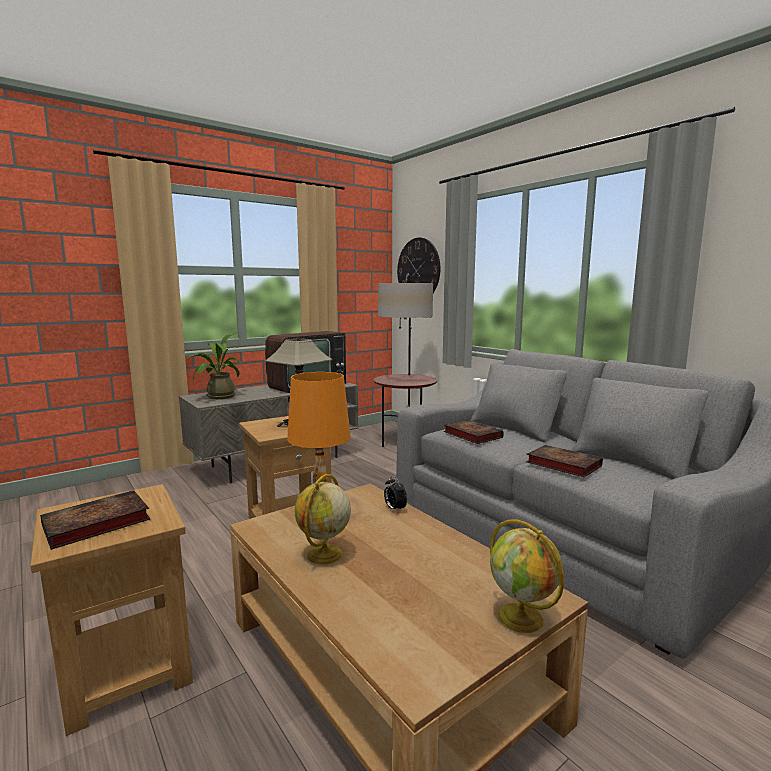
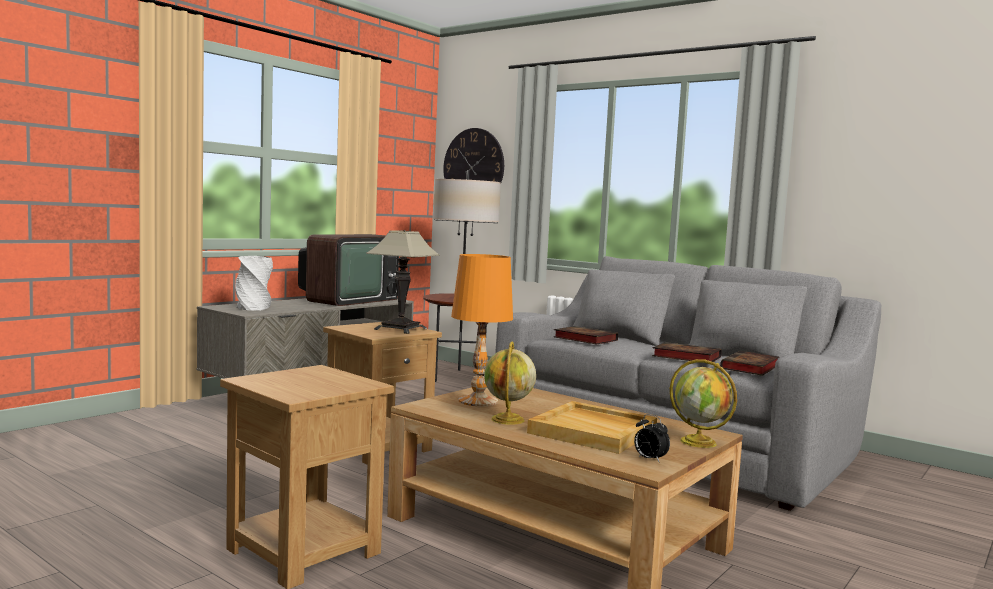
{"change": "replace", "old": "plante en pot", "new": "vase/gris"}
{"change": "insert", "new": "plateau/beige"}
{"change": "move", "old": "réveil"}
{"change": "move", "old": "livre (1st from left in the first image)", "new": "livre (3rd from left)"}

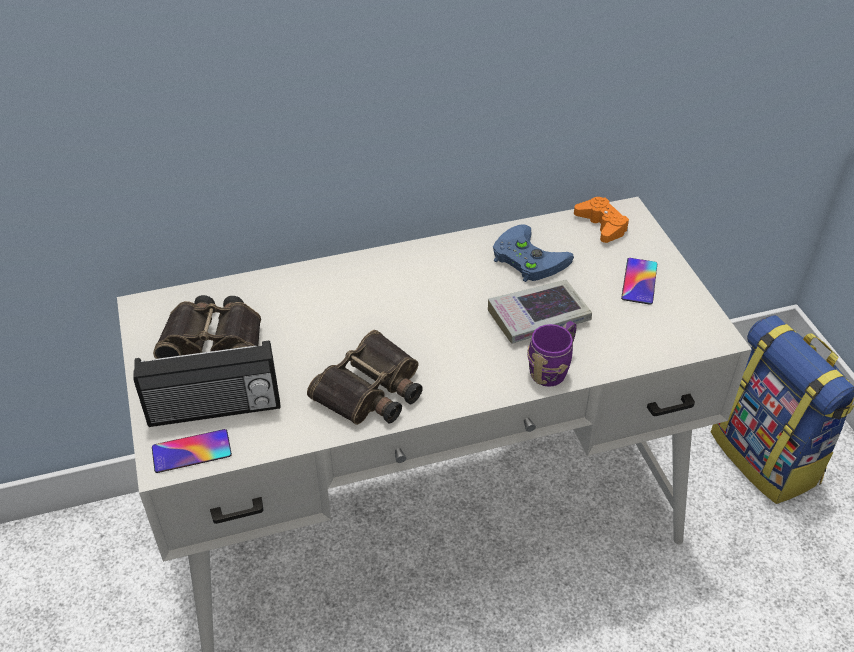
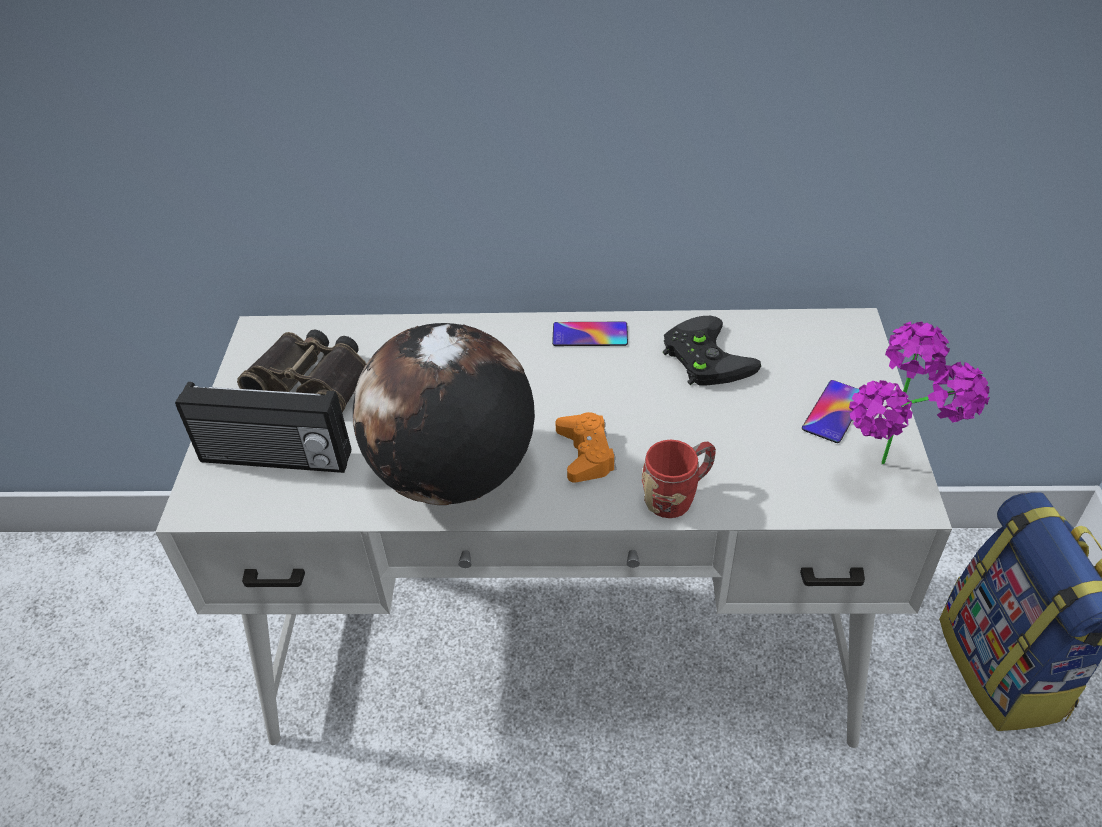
{"change": "replace", "old": "jumelles (2nd from left)", "new": "globe"}
{"change": "move", "old": "téléphone (1st from left)"}
{"change": "move", "old": "manette/orange"}
{"change": "recolor", "old": "mug/violet", "new": "mug/rouge"}
{"change": "recolor", "old": "manette/bleu", "new": "manette/noir"}
{"change": "insert", "new": "plante en pot"}
{"change": "delete", "old": "livre"}

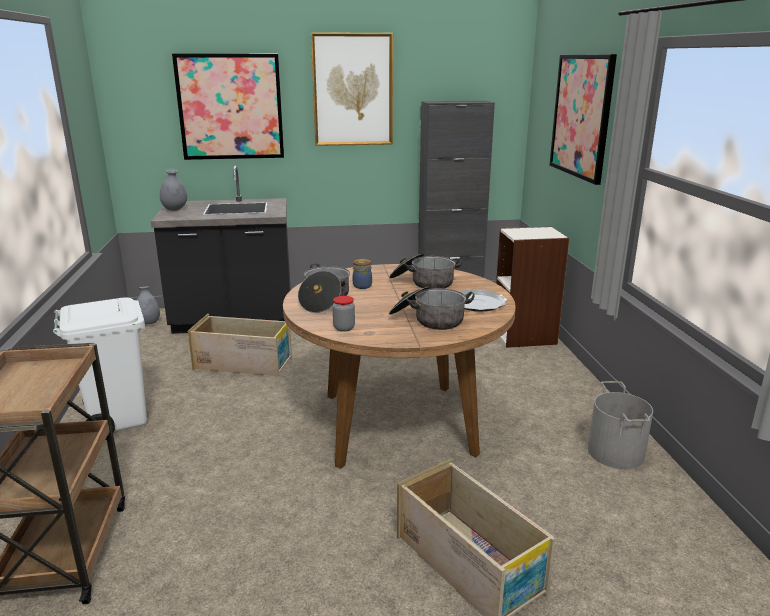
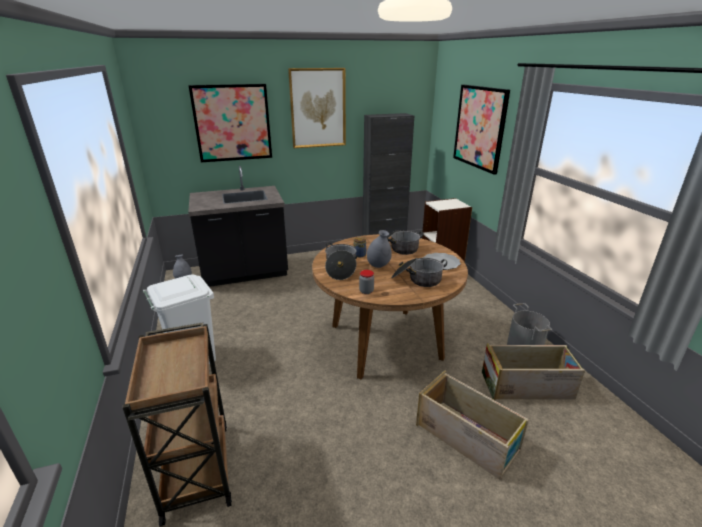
{"change": "move", "old": "vase/gris (2nd from left)"}
{"change": "move", "old": "caisse (1st from left in the first image)", "new": "caisse (2nd from left)"}

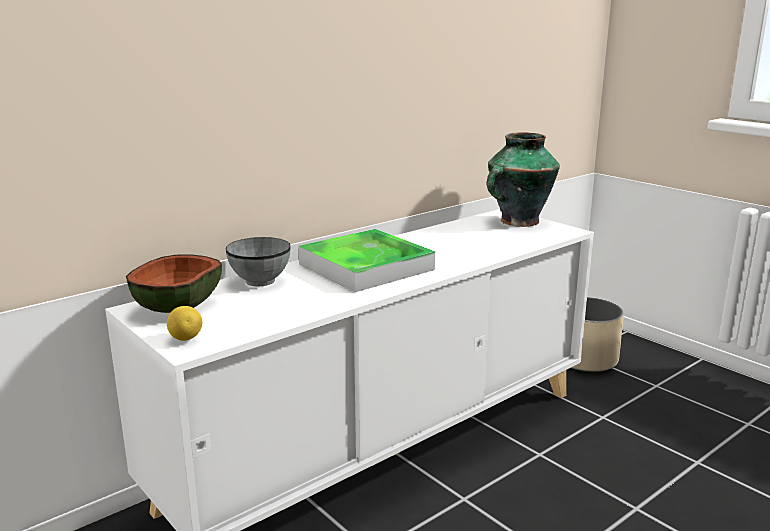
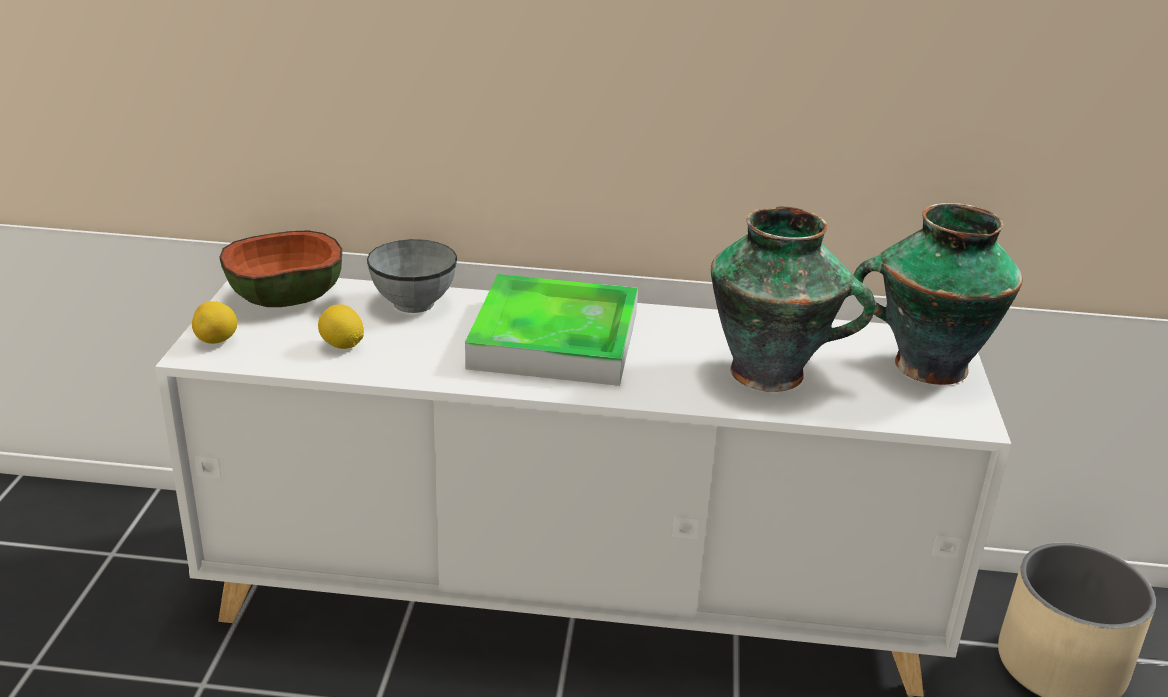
{"change": "insert", "new": "citron (2nd from left)"}
{"change": "insert", "new": "vase (1st from left)"}

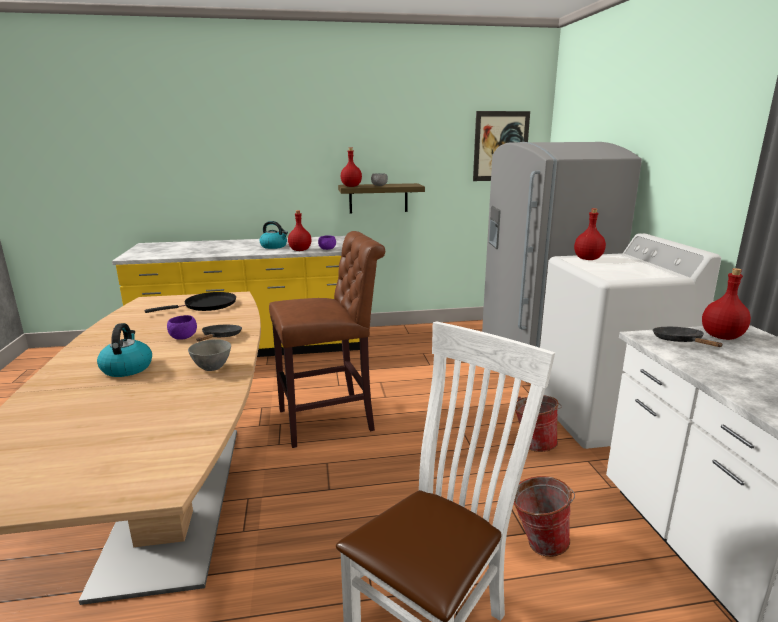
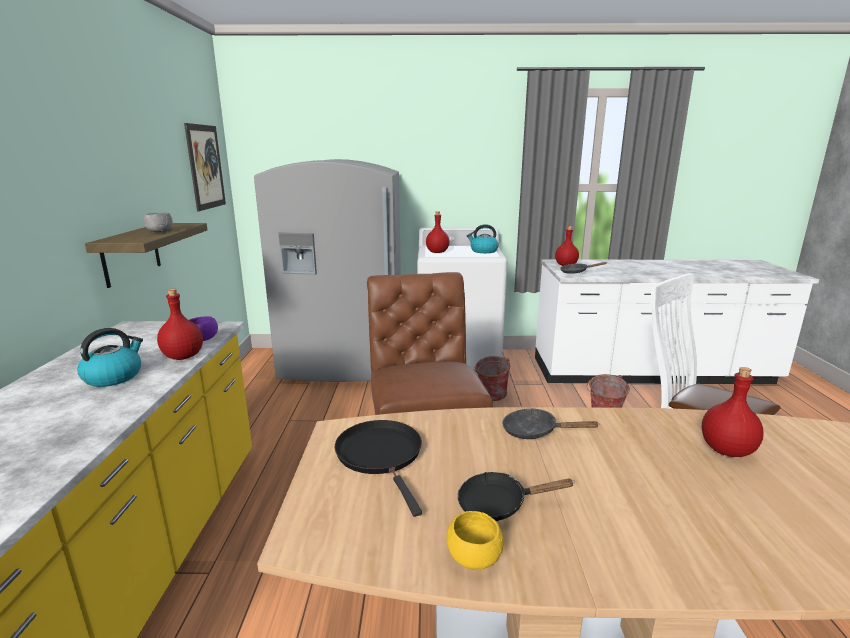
{"change": "insert", "new": "bol/jaune"}
{"change": "insert", "new": "poêle/noir (2nd from left)"}
{"change": "move", "old": "bouilloire (1st from left in the first image)", "new": "bouilloire (2nd from left)"}
{"change": "move", "old": "bouteille/rouge (2nd from left in the first image)", "new": "bouteille/rouge (4th from left)"}
{"change": "delete", "old": "bol/violet (1st from left)"}
{"change": "delete", "old": "bol/gris (1st from left)"}

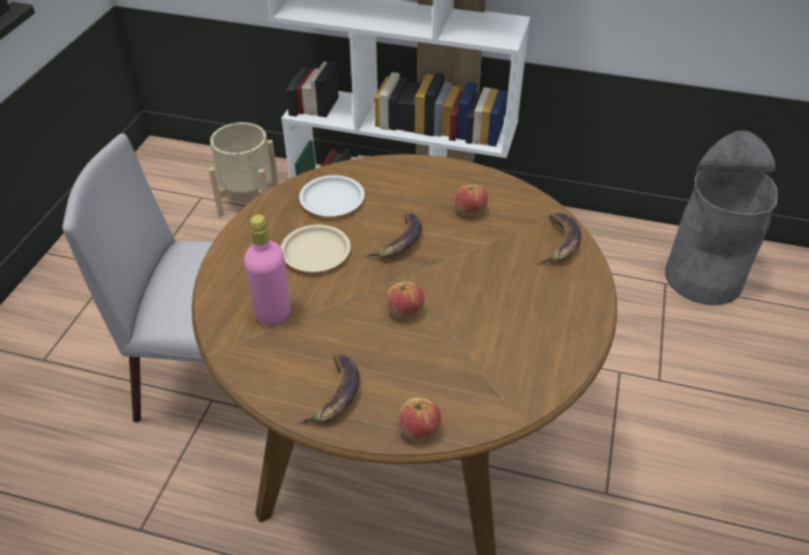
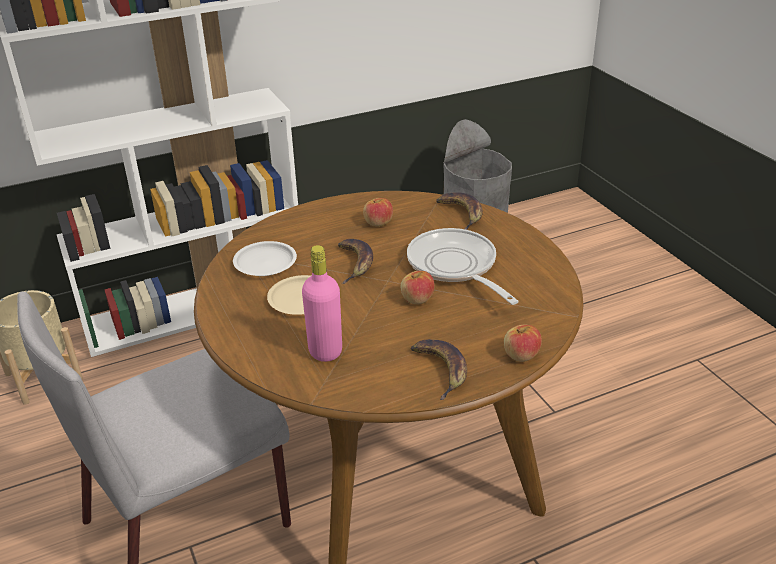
{"change": "insert", "new": "poêle"}

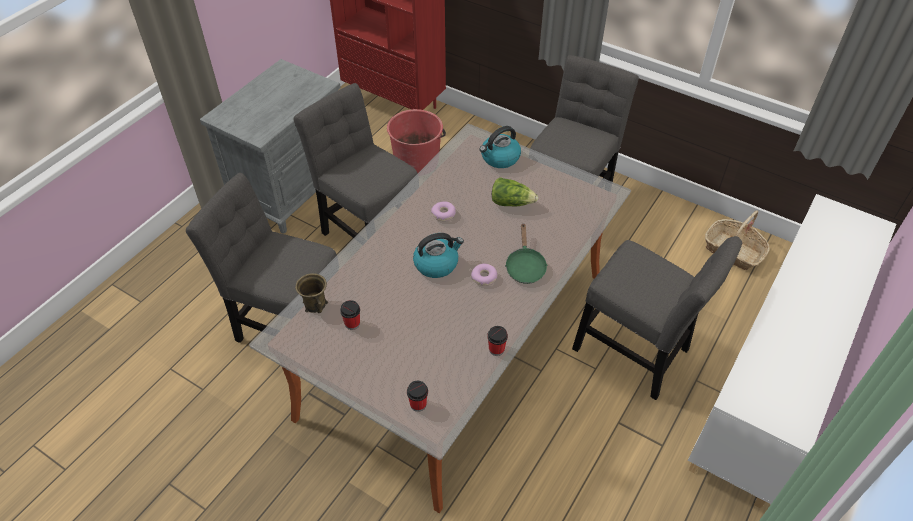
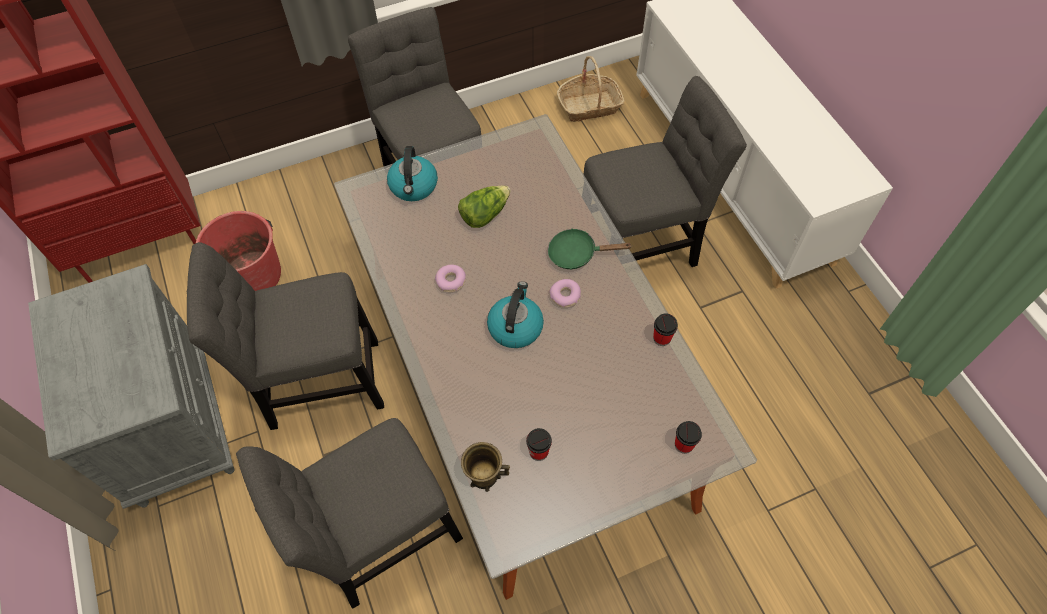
{"change": "rotate", "old": "poêle/vert", "degrees": 150}

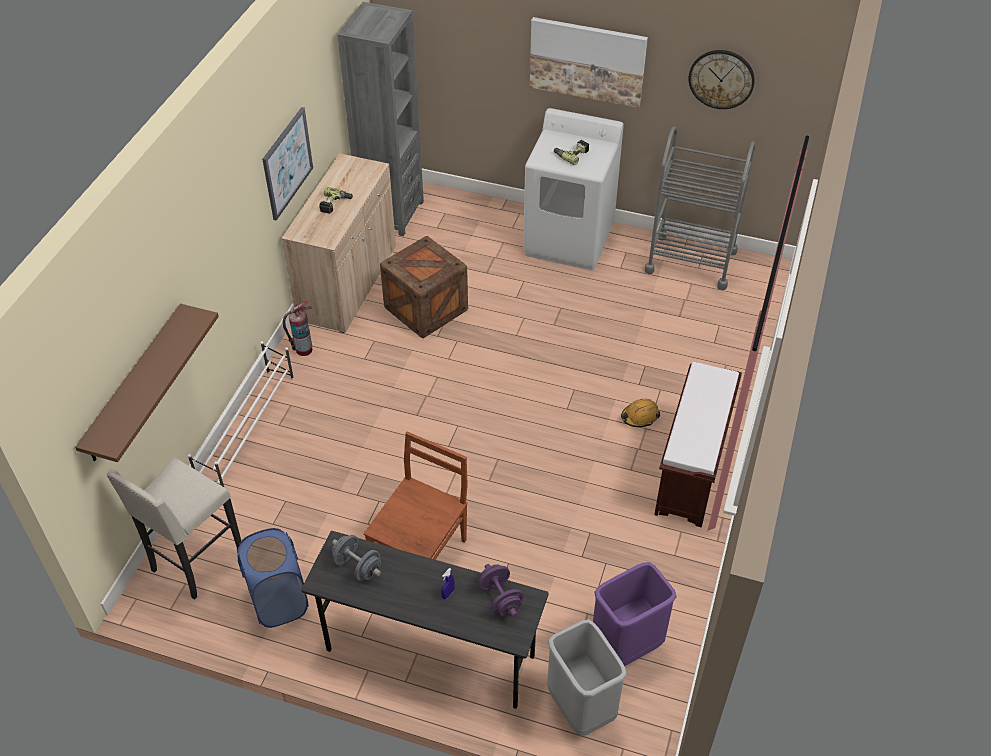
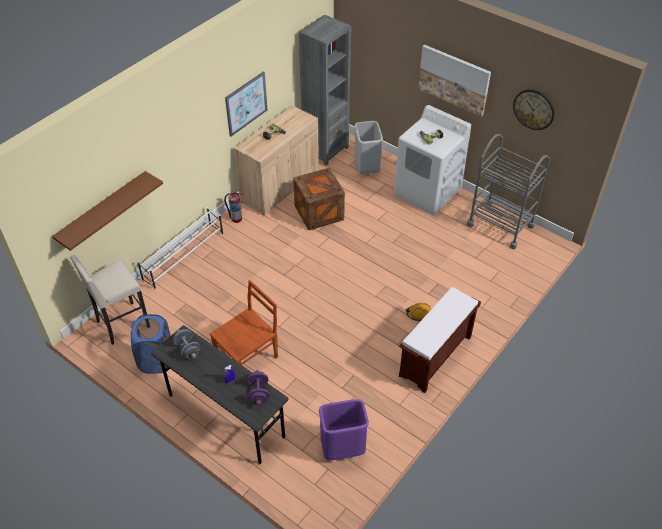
{"change": "move", "old": "poubelle/gris"}

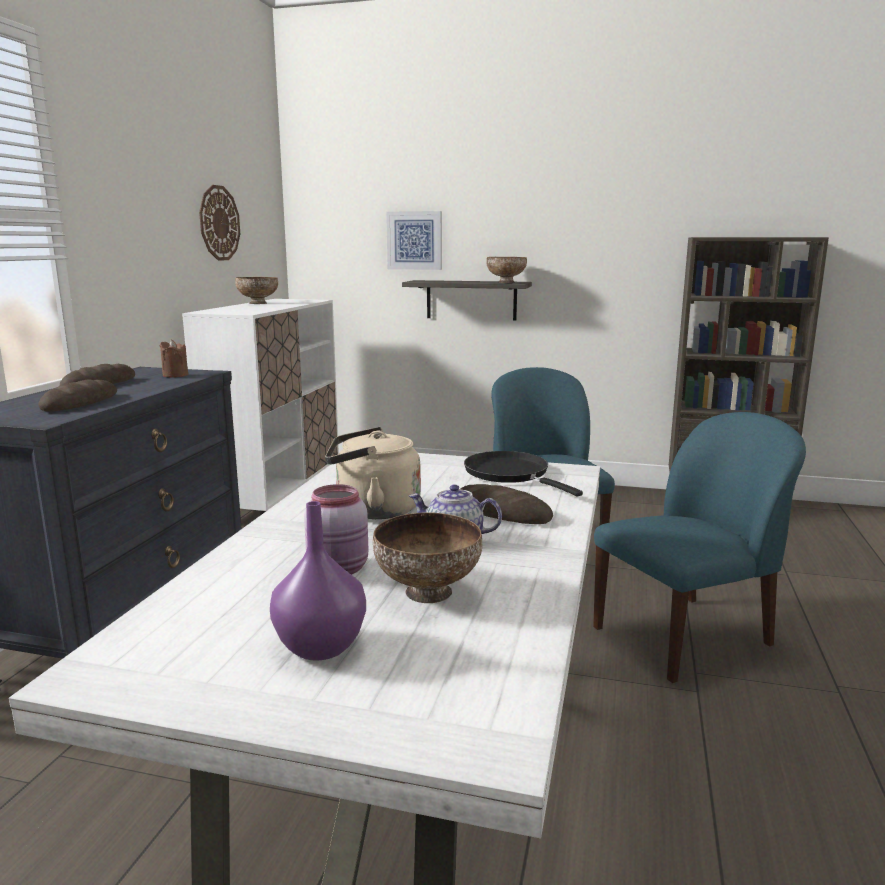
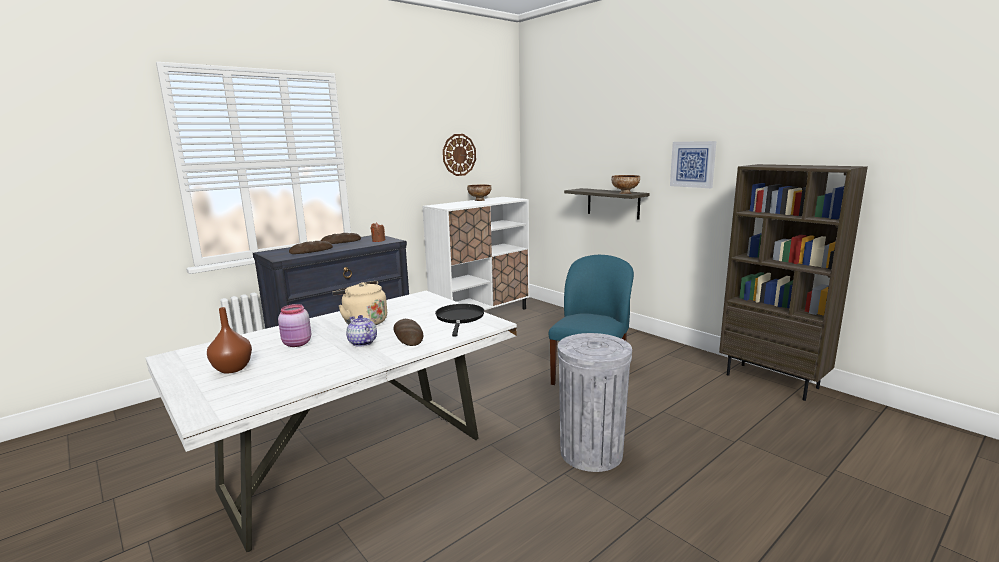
{"change": "recolor", "old": "vase/violet", "new": "vase/marron"}
{"change": "replace", "old": "chaise/bleu (2nd from left)", "new": "poubelle/gris"}
{"change": "move", "old": "tableau"}
{"change": "delete", "old": "bol (2nd from left)"}

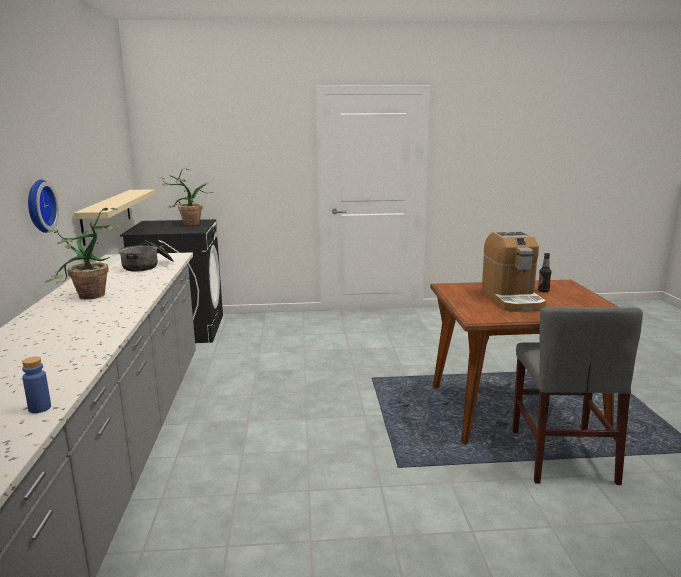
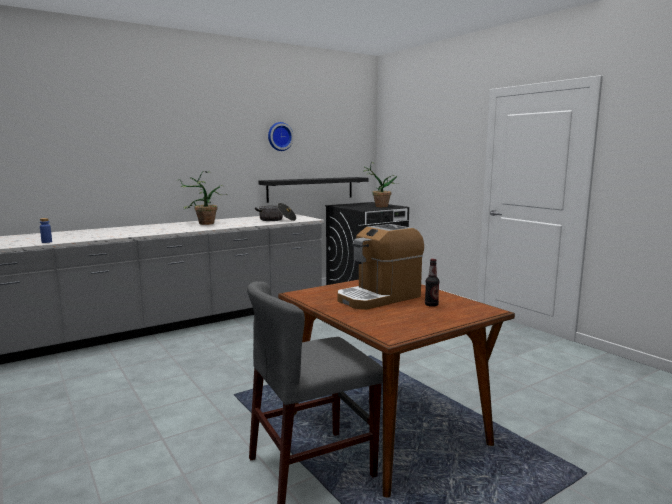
{"change": "recolor", "old": "étagère/beige", "new": "étagère/noir"}
{"change": "move", "old": "horloge murale"}

